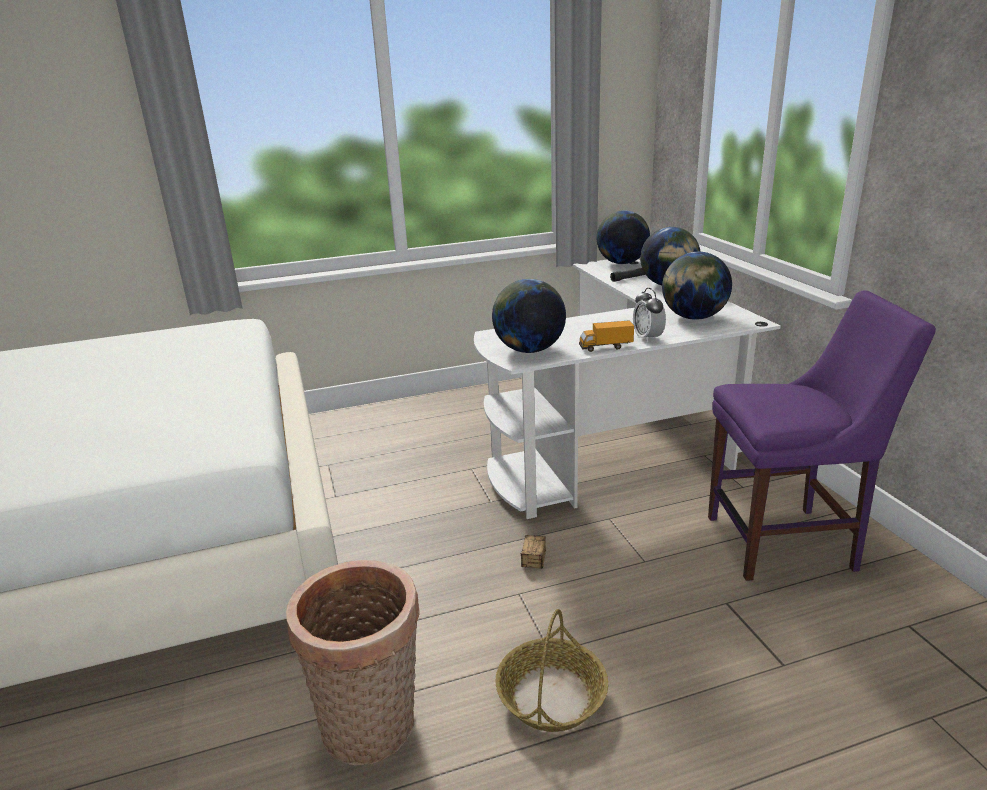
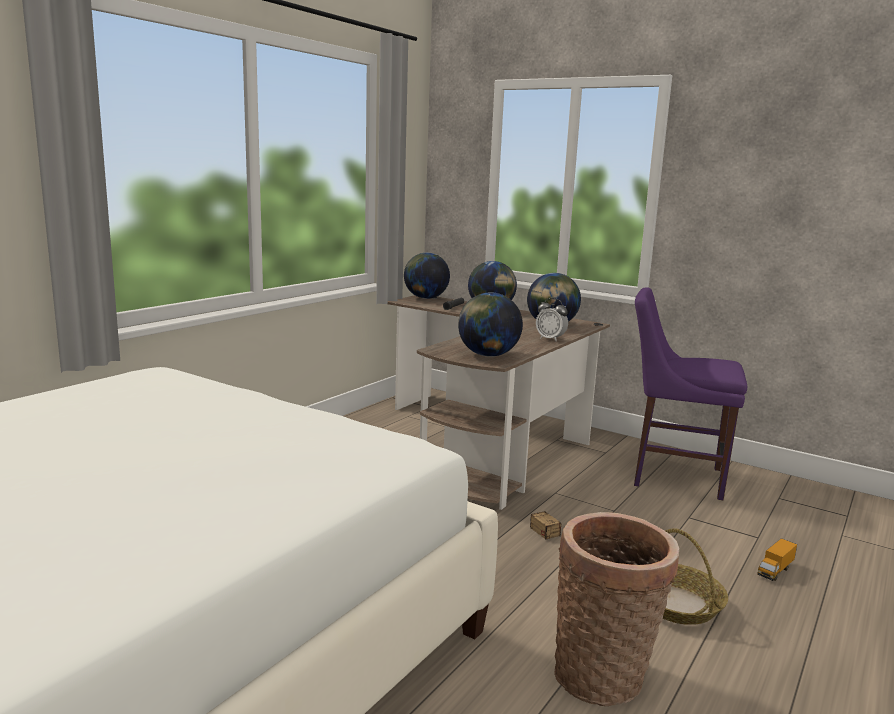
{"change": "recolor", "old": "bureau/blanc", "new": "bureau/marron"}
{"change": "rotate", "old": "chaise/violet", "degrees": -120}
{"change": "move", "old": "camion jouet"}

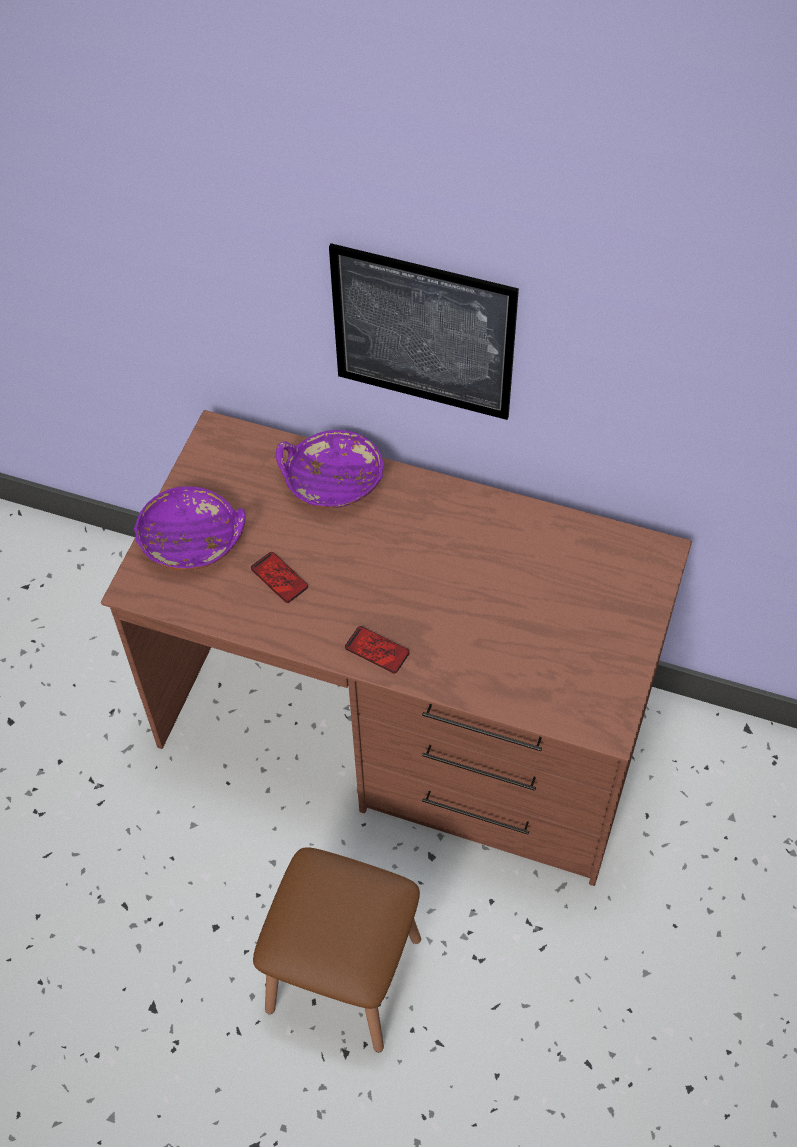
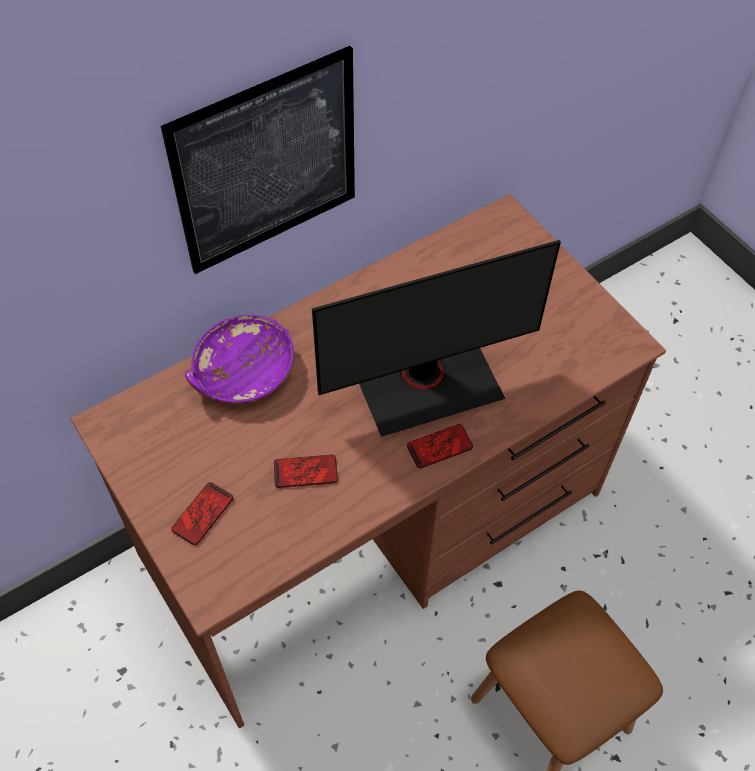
{"change": "replace", "old": "bol/violet (1st from left)", "new": "téléphone (1st from left)"}
{"change": "insert", "new": "écran d'ordinateur"}

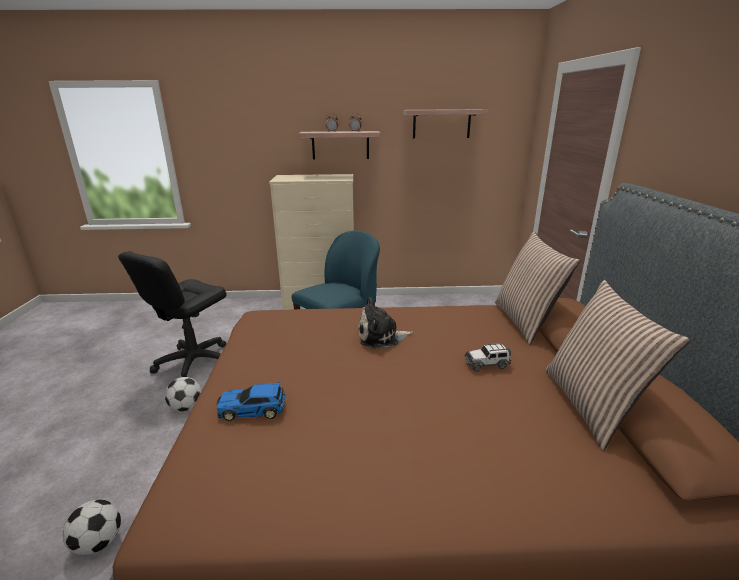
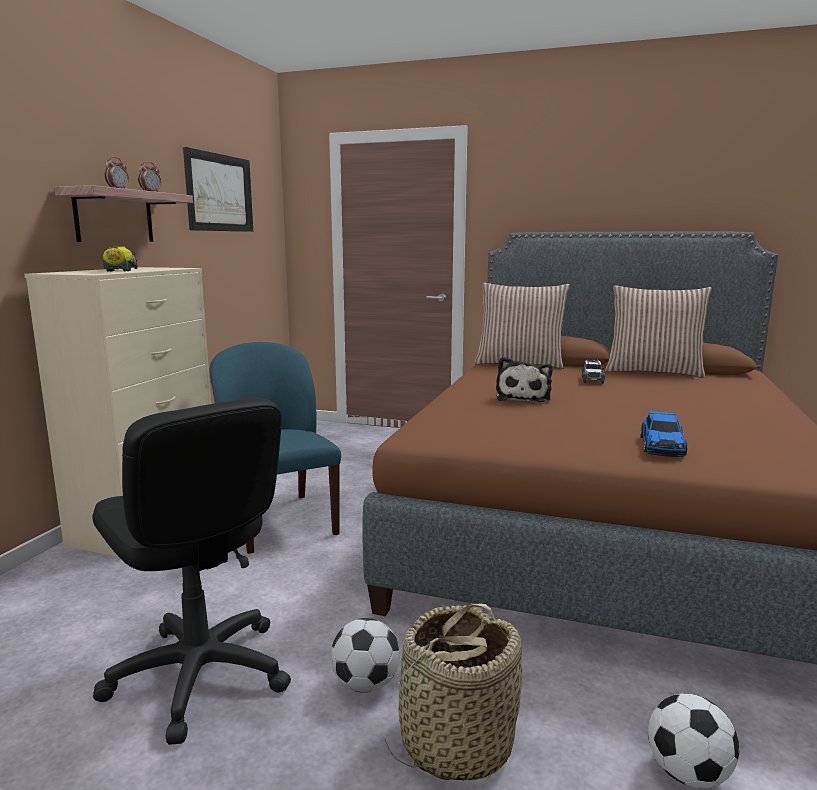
{"change": "insert", "new": "camion jouet"}
{"change": "replace", "old": "étagère (2nd from left)", "new": "tableau"}
{"change": "insert", "new": "panier"}

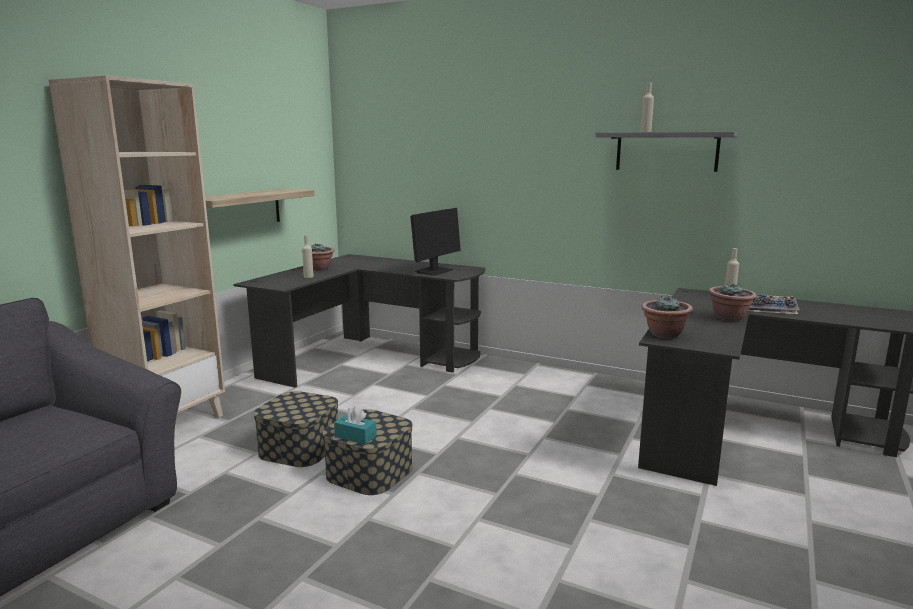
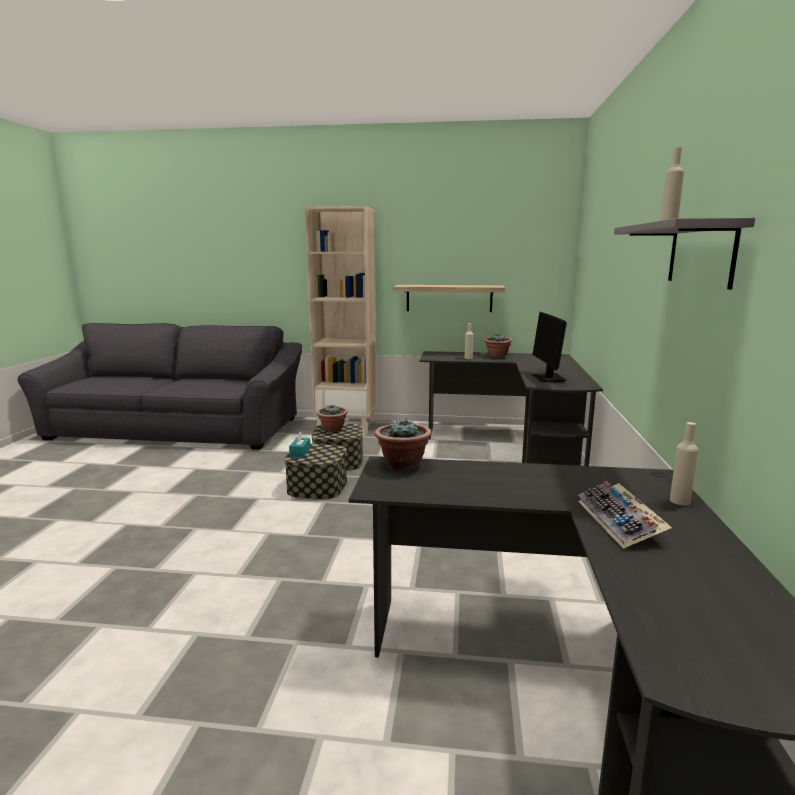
{"change": "move", "old": "plante en pot (3rd from left in the first image)", "new": "plante en pot (1st from left)"}
{"change": "rotate", "old": "écran d'ordinateur", "degrees": 75}

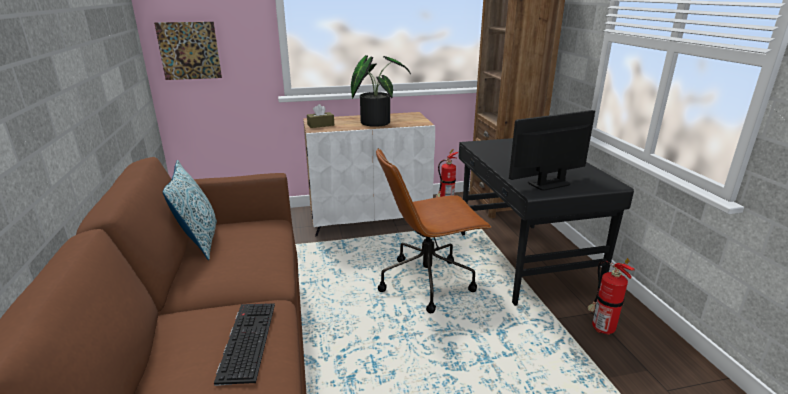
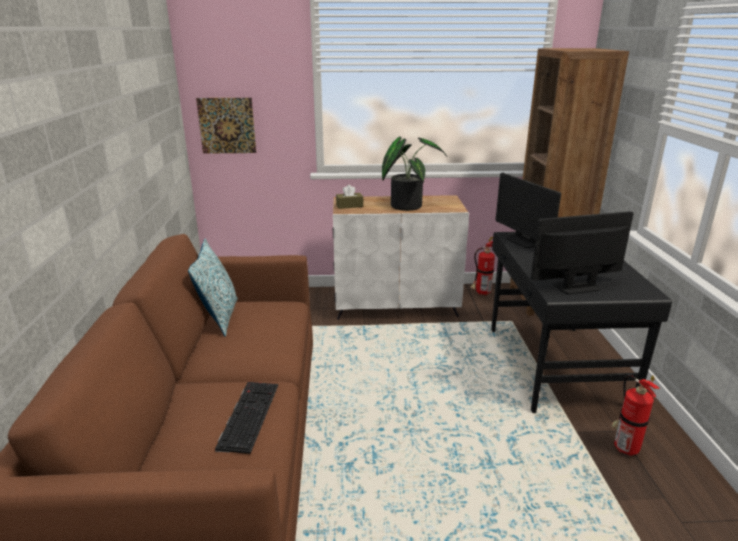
{"change": "insert", "new": "écran d'ordinateur (1st from left)"}
{"change": "delete", "old": "chaise de bureau/marron"}

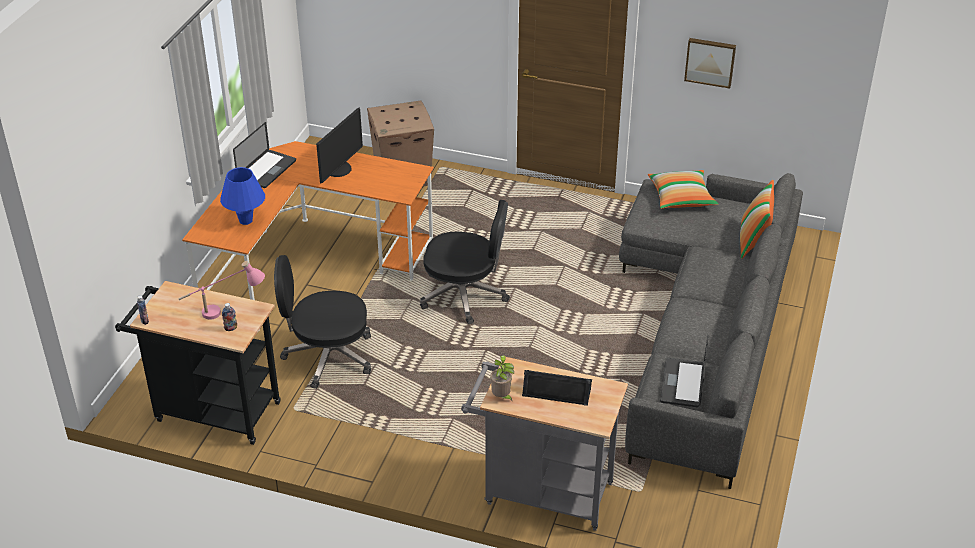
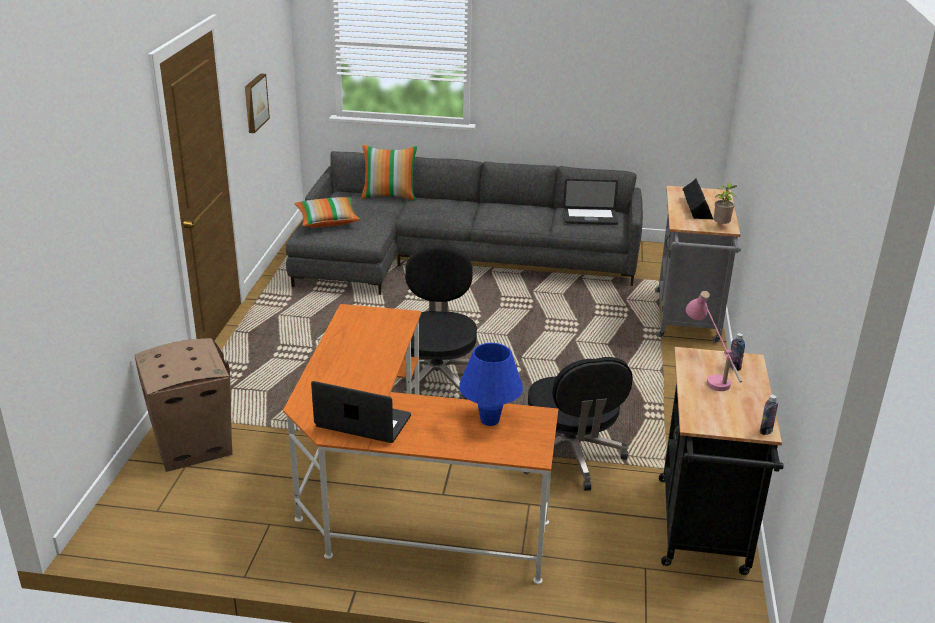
{"change": "delete", "old": "écran d'ordinateur"}

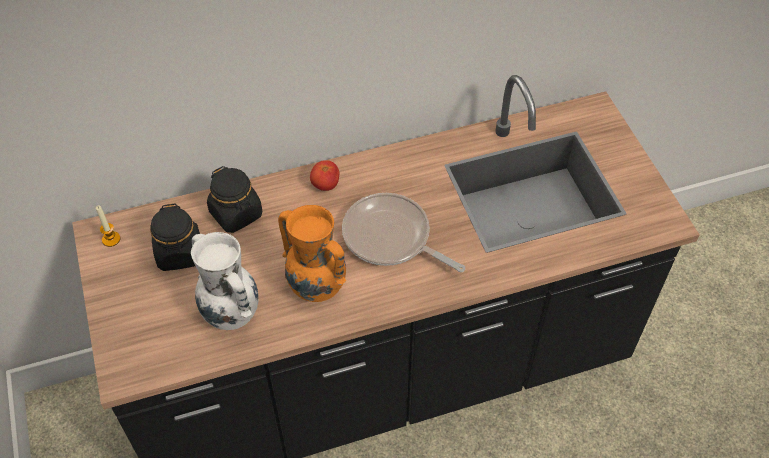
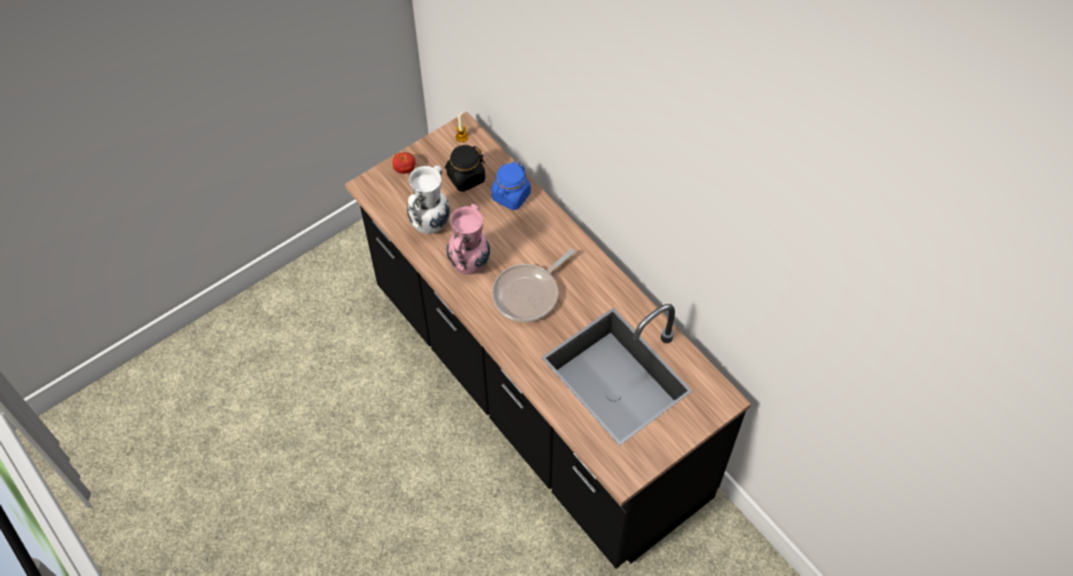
{"change": "move", "old": "tomate"}
{"change": "recolor", "old": "vase/orange", "new": "vase/rose"}
{"change": "recolor", "old": "bocal/noir (2nd from left)", "new": "bocal/bleu"}
{"change": "rotate", "old": "poêle", "degrees": -150}

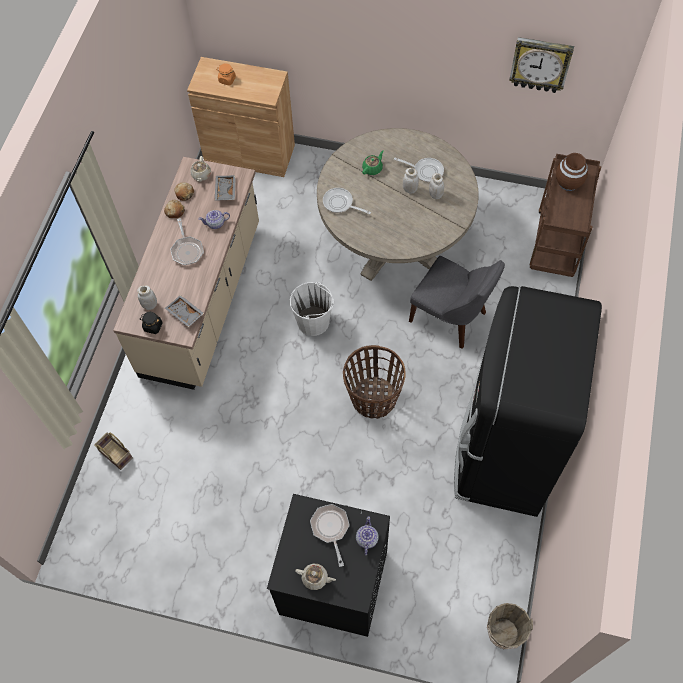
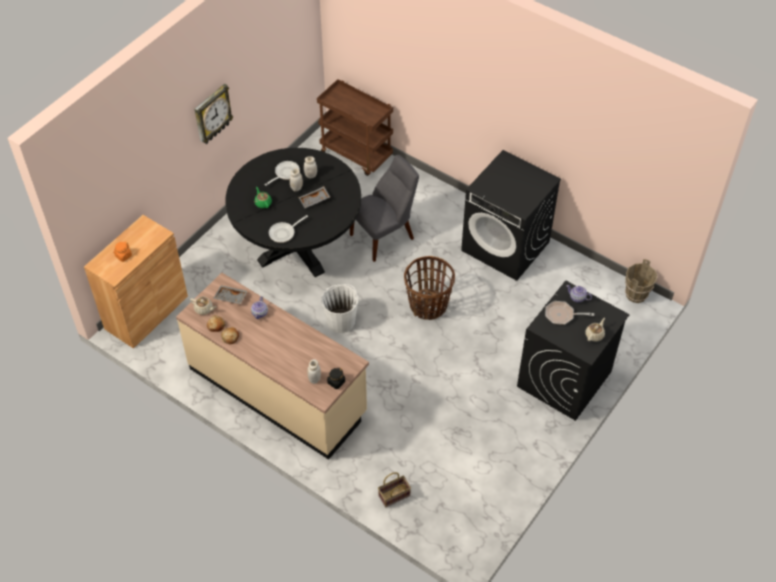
{"change": "move", "old": "horloge murale"}
{"change": "recolor", "old": "table à manger/beige", "new": "table à manger/noir"}
{"change": "move", "old": "plateau/gris (1st from left in the first image)", "new": "plateau/gris (2nd from left)"}
{"change": "replace", "old": "réfrigérateur/noir", "new": "lave-linge/noir (1st from left)"}
{"change": "delete", "old": "poêle (1st from left)"}
{"change": "delete", "old": "vase/marron"}

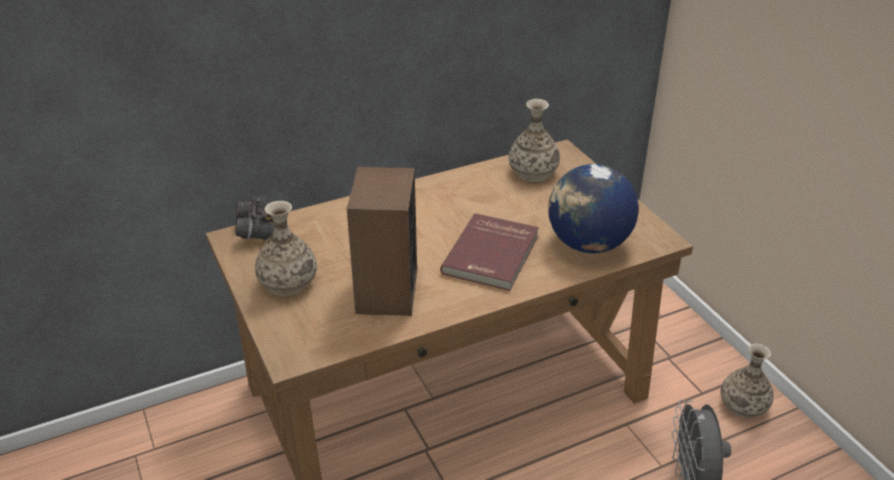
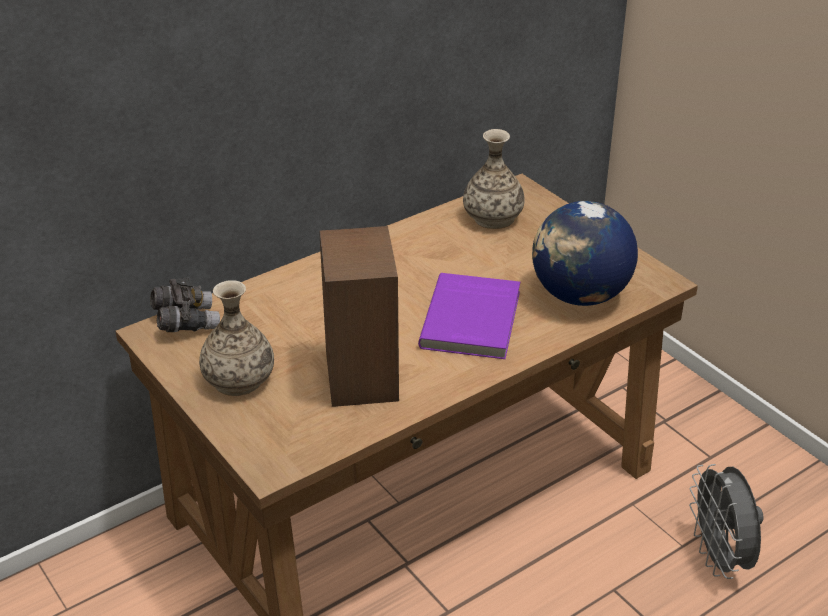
{"change": "recolor", "old": "livre/rouge", "new": "livre/violet"}
{"change": "delete", "old": "vase (3rd from left)"}

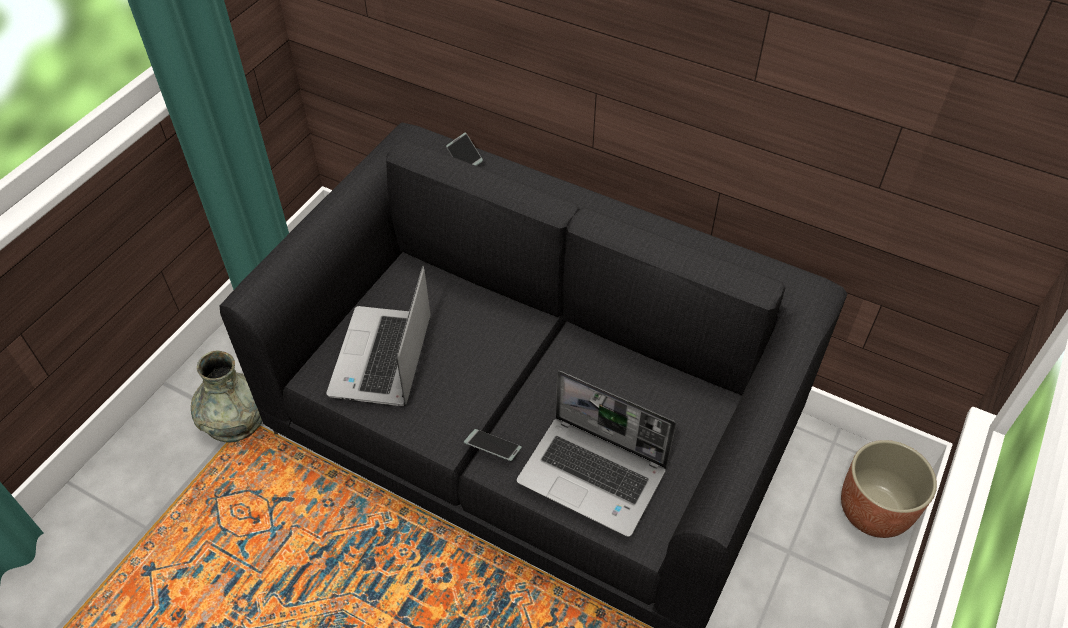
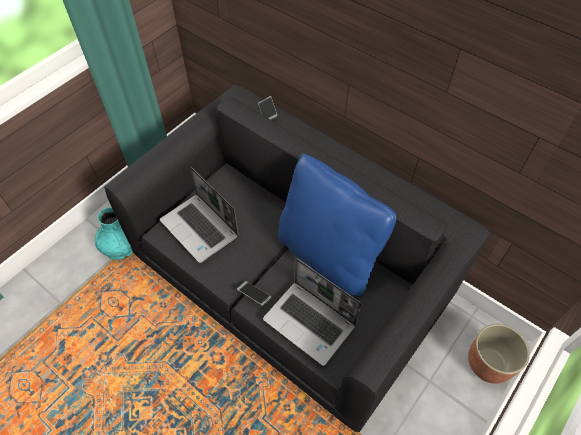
{"change": "recolor", "old": "vase/gris", "new": "vase/turquoise"}
{"change": "rotate", "old": "ordinateur portable (1st from left)", "degrees": -60}
{"change": "insert", "new": "coussin/bleu"}

